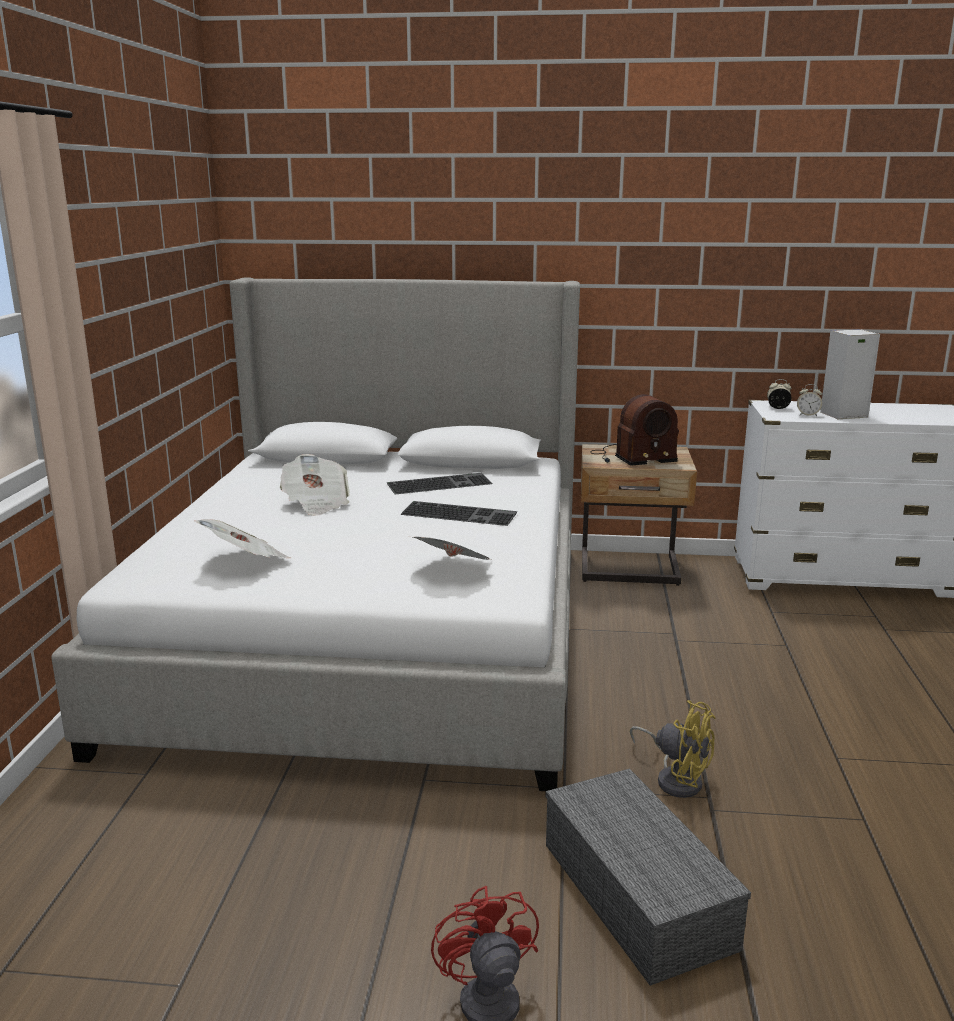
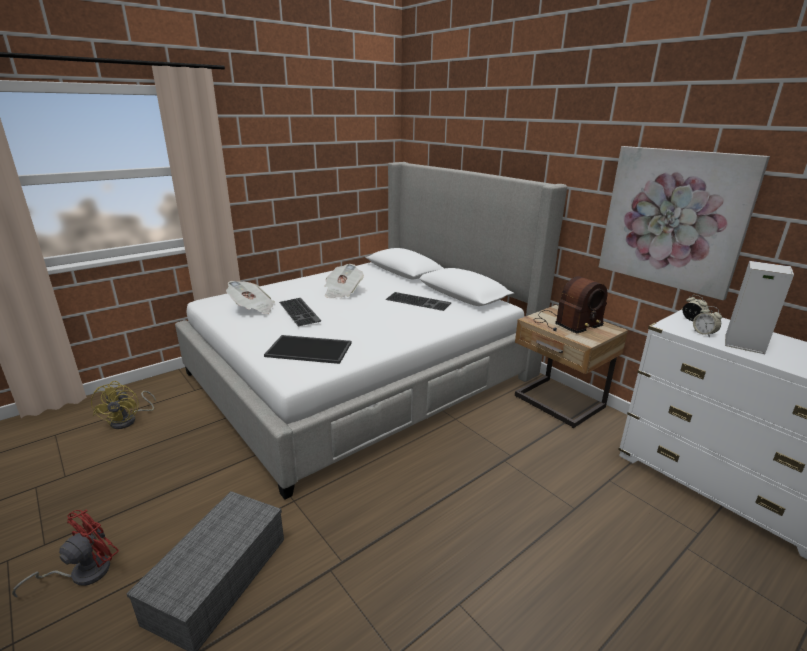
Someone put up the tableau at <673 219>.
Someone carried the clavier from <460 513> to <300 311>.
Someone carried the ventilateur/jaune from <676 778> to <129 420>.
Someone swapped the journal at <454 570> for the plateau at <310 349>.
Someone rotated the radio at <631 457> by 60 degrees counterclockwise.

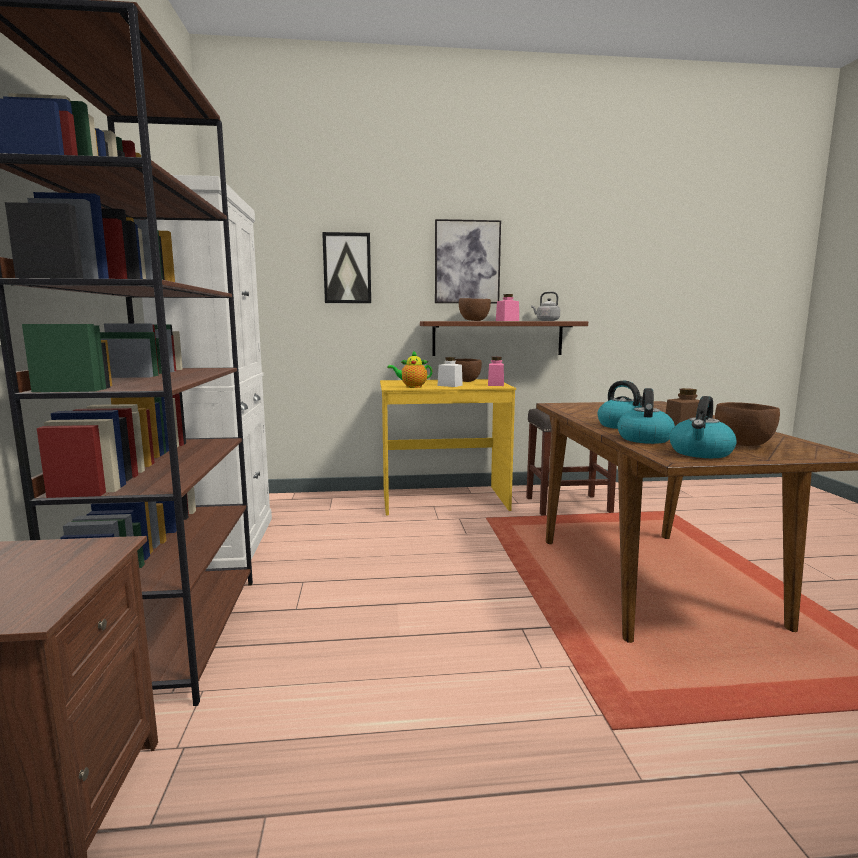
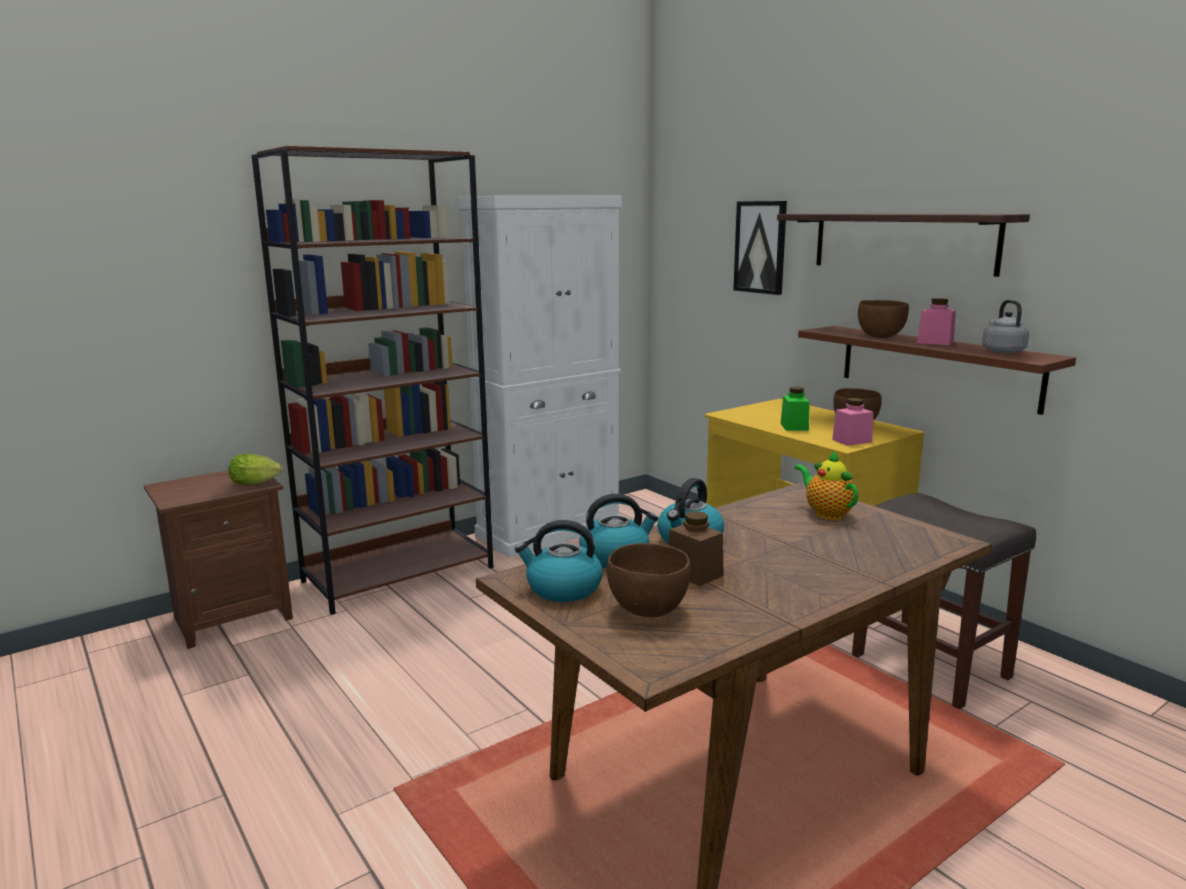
Someone put down the laitue at <258 483>.
Someone carried the théière from <412 387> to <826 513>.
Someone swapped the tableau at <467 262> for the étagère at <902 242>.
Someone repainted the bocal/blanc at <450 385>, which became the bocal/vert at <794 427>.

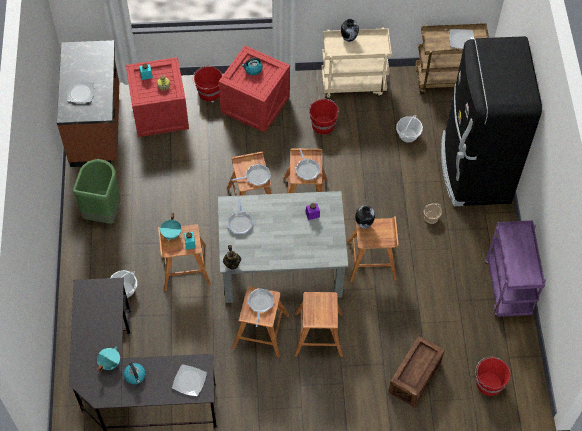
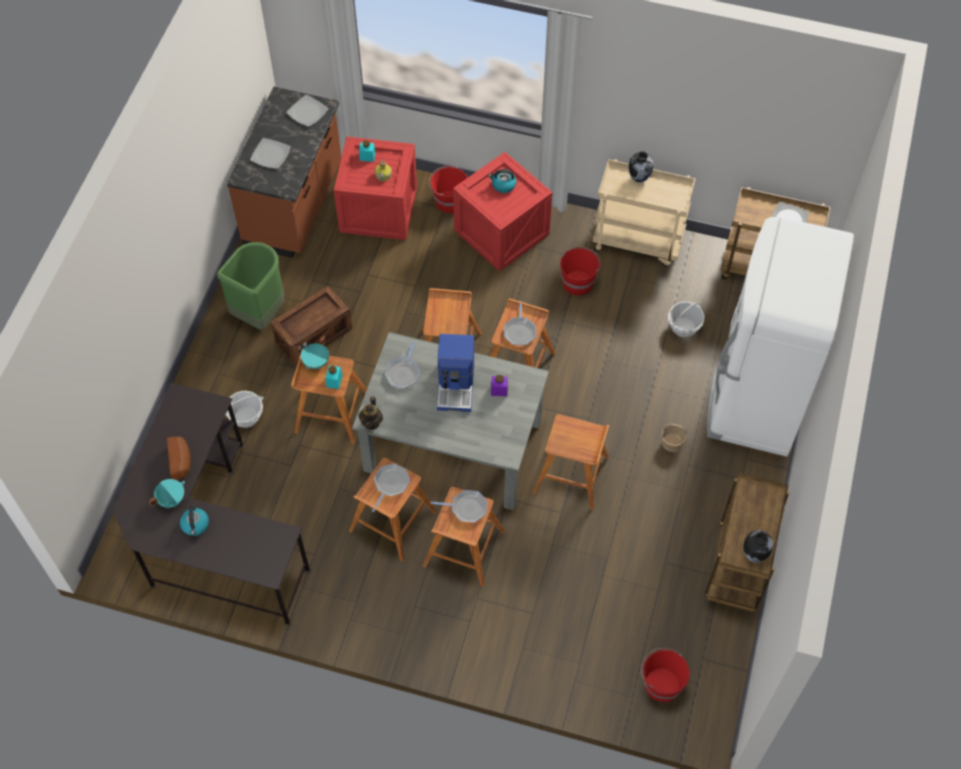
Someone put down the pain at <181 461>.
Someone put down the machine à café at <456 385>.
Someone carried the assiette from <190 381> to <308 112>.
Someone carried the poêle from <256 176> to <466 508>.
Someone carried the vase from <363 224> to <754 555>.
Someone carried the caisse from <414 377> to <313 335>.
Someone repainted the réfrigérateur/noir at <474 169>, which became the réfrigérateur/blanc at <755 397>.
Someone repainted the chariot/violet at <508 289>, which became the chariot/marron at <738 568>.

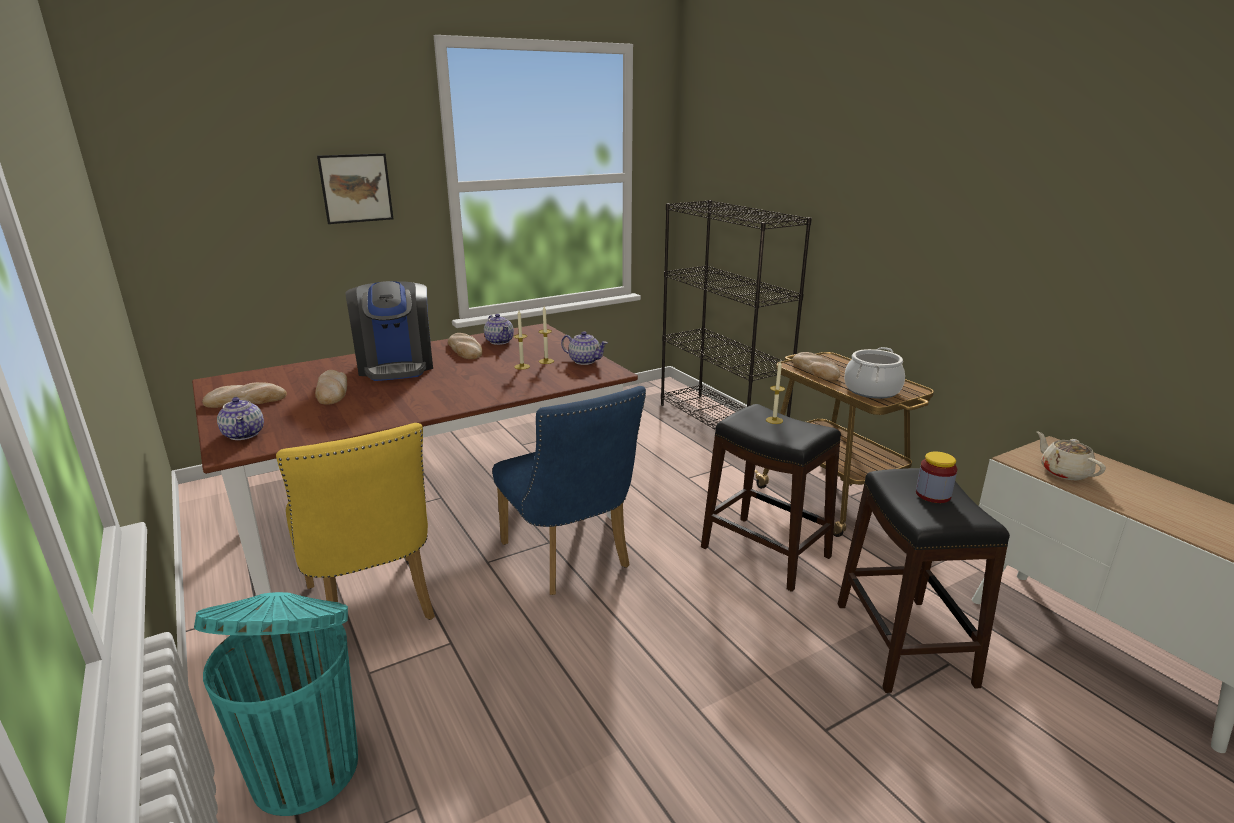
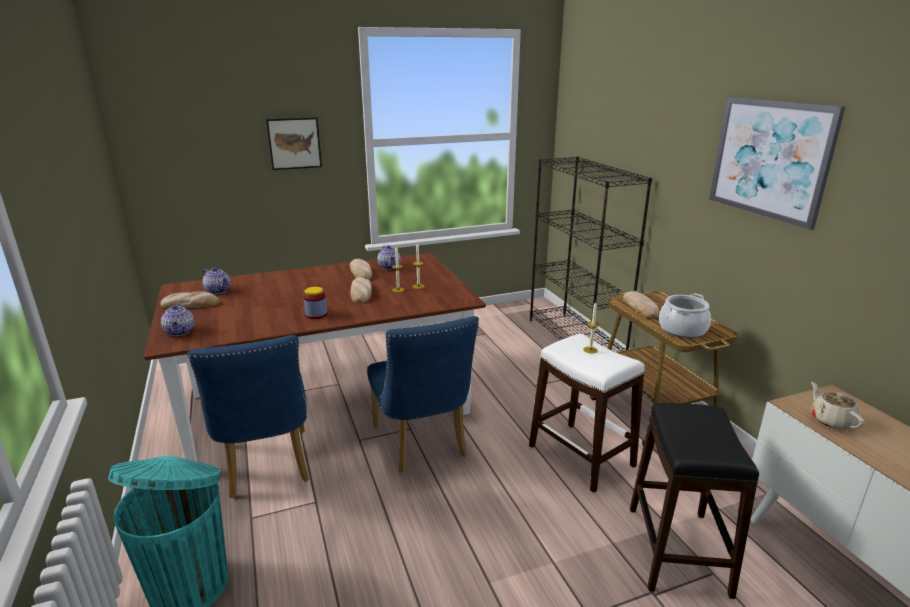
Someone took away the machine à café at <396 366>.
Someone put up the tableau at <770 159>.
Someone carried the pain from <332 391> to <361 293>.
Someone carried the théière from <584 361> to <218 290>.
Someone carried the bocal from <933 495> to <316 315>.
Someone repainted the chaise/jaune at <373 609>, which became the chaise/bleu at <267 468>.
Someone repainted the tabouret/noir at <765 551>, which became the tabouret/blanc at <581 455>.

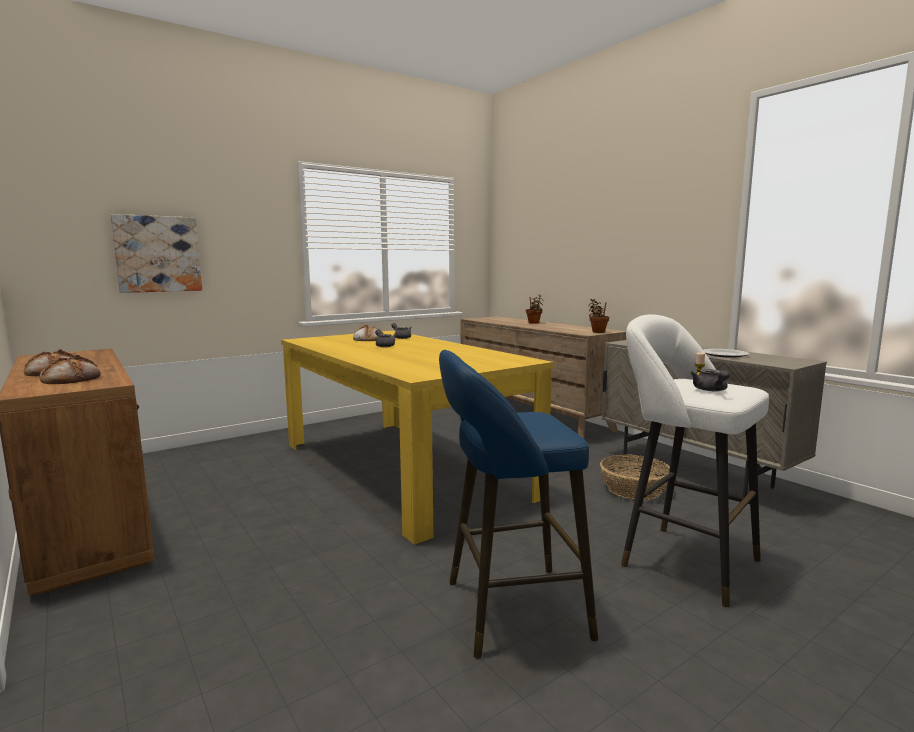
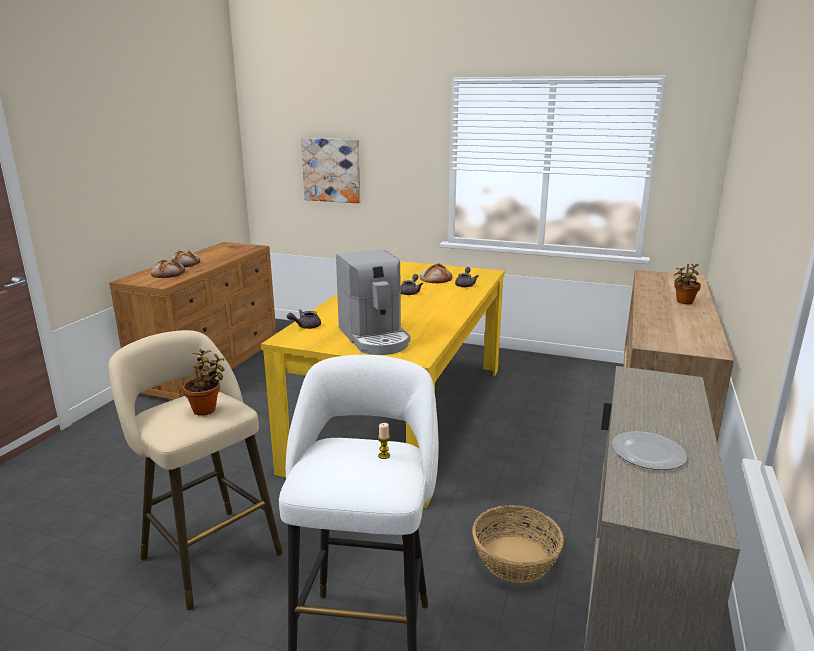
Someone put down the machine à café at <375 338>.
Someone carried the plante en pot from <597 332> to <207 409>.
Someone carried the théière/gris from <711 390> to <305 326>.
Someone repainted the tabouret/bleu at <508 610>, which became the tabouret/beige at <207 552>.

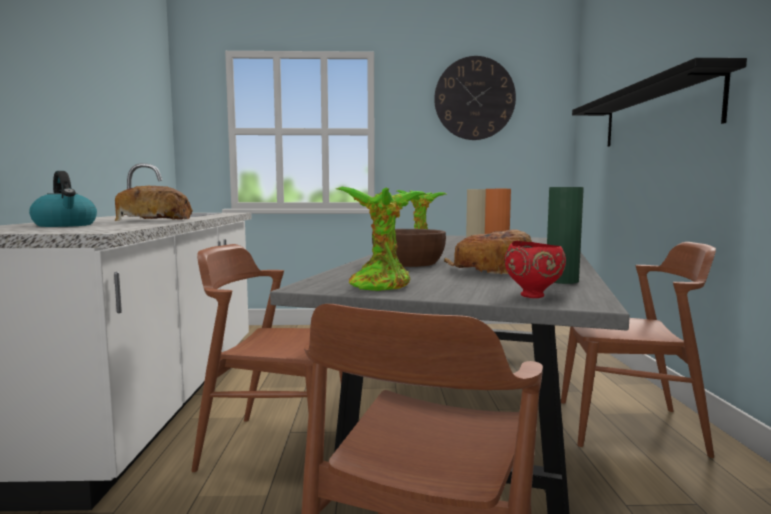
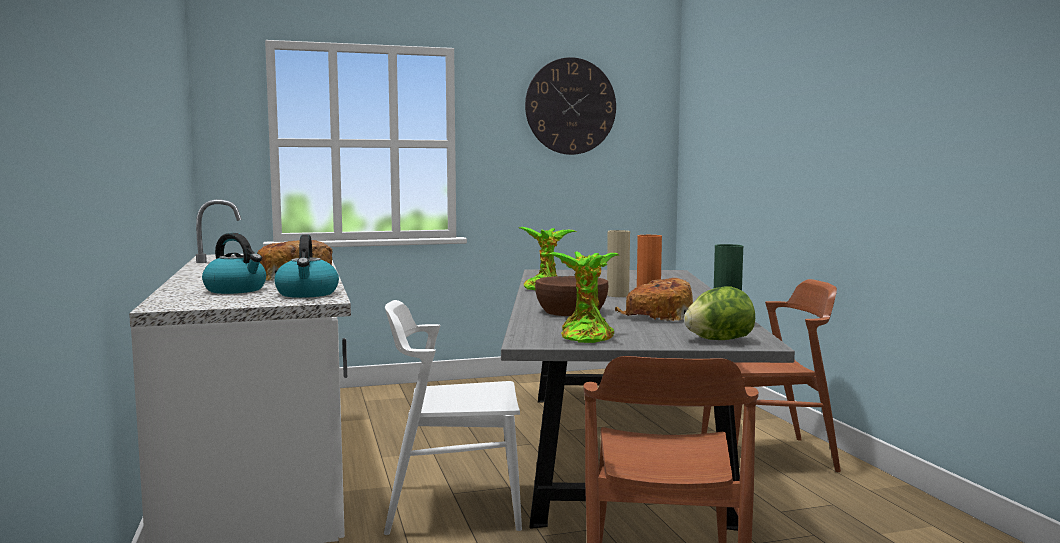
Someone took away the étagère/noir at <657 113>.
Someone put down the bouilloire at <307 294>.
Someone swapped the bol/rouge at <534 296> for the laitue at <719 340>.
Someone repainted the chaise/marron at <278 448>, which became the chaise/blanc at <453 507>.

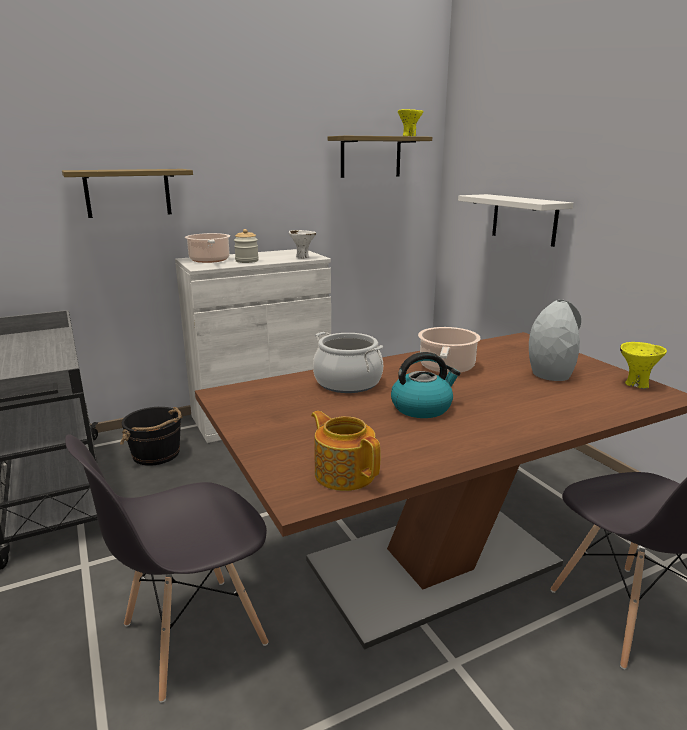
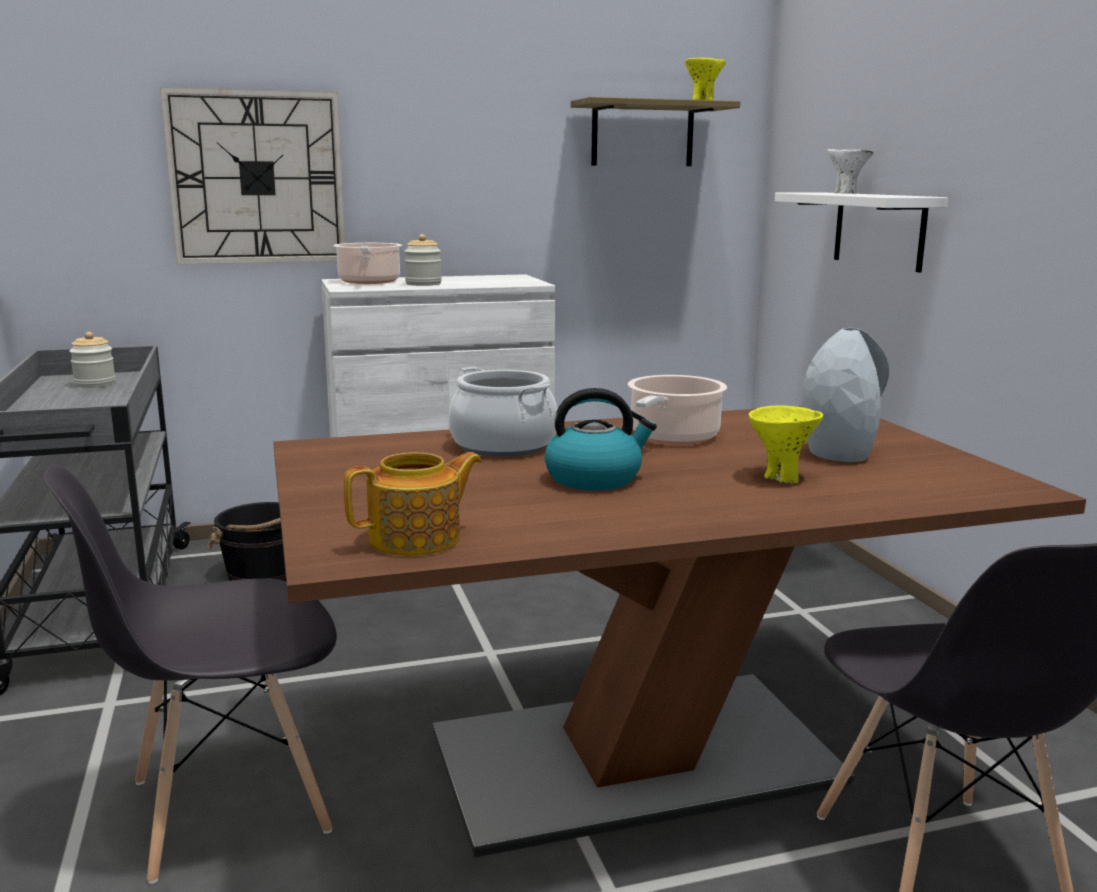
Someone put down the bocal at <95 384>.
Someone carried the bol/blanc from <302 257> to <846 193>.
Someone carried the bol/jaune from <636 384> to <781 478>.
Someone swapped the étagère at <128 193> for the horloge murale at <257 178>.
Someone rotated the théière at <344 473> by 90 degrees clockwise.

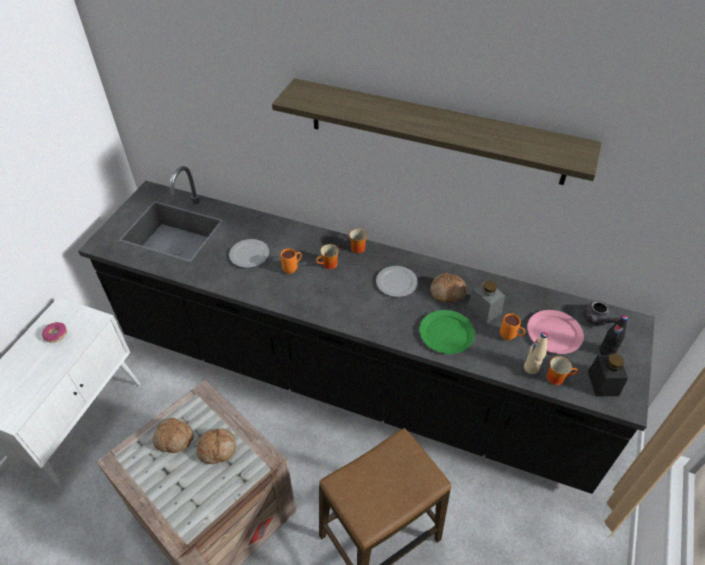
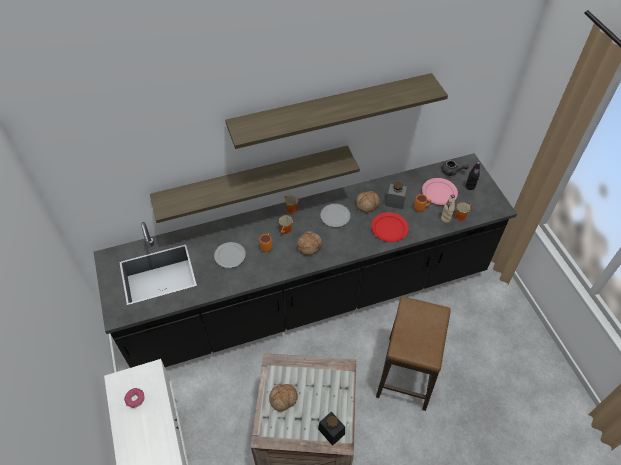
Someone put up the étagère at <253 180>.
Someone carried the pain from <217 448> to <309 245>.
Someone carried the bocal/noir from <603 383> to <331 431>.
Someone repainted the assiette/vert at <446 334>, which became the assiette/rouge at <389 228>.

